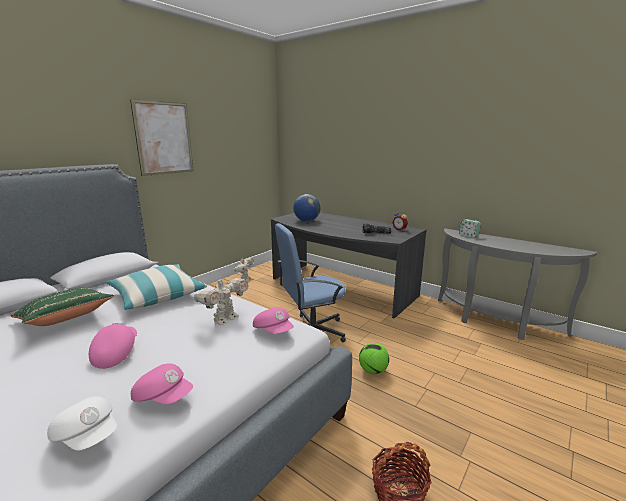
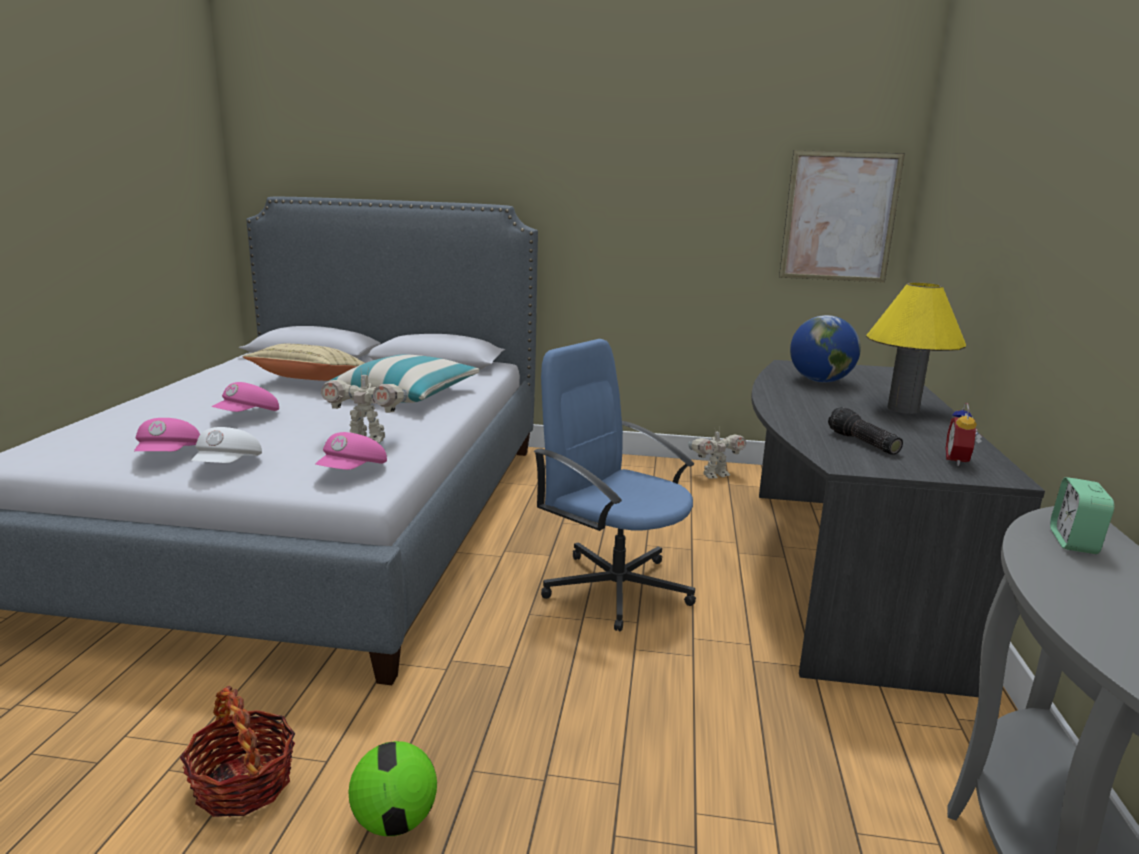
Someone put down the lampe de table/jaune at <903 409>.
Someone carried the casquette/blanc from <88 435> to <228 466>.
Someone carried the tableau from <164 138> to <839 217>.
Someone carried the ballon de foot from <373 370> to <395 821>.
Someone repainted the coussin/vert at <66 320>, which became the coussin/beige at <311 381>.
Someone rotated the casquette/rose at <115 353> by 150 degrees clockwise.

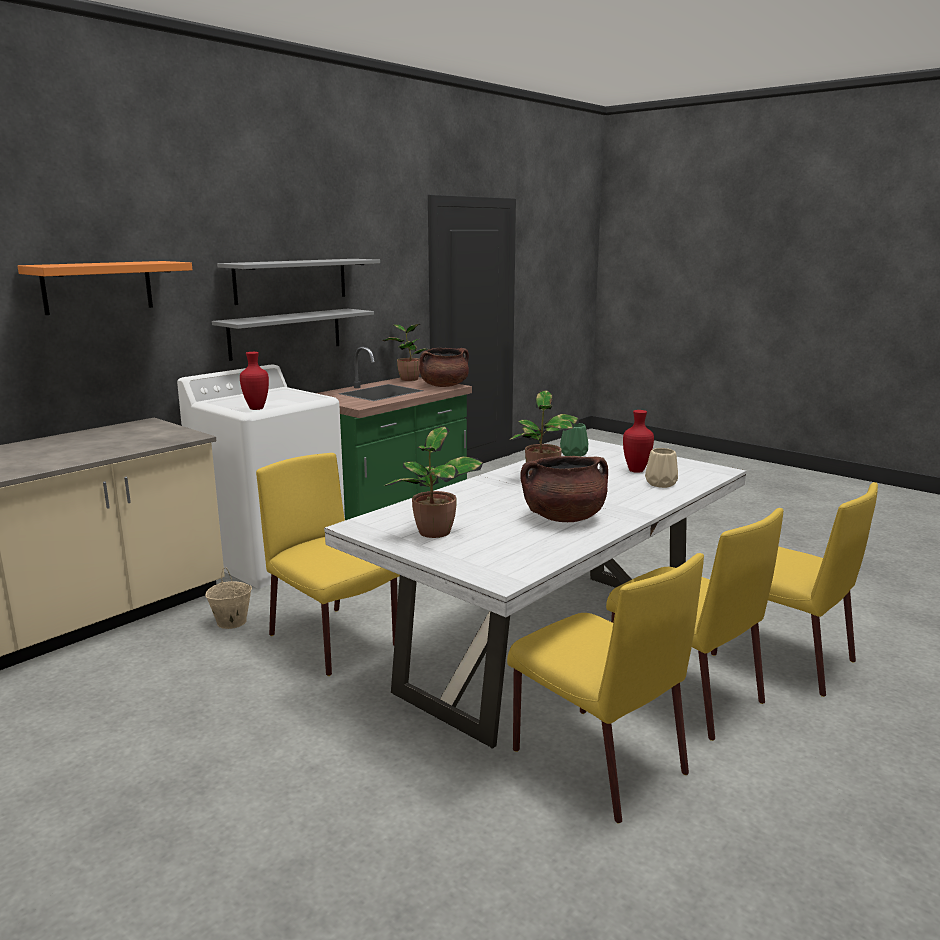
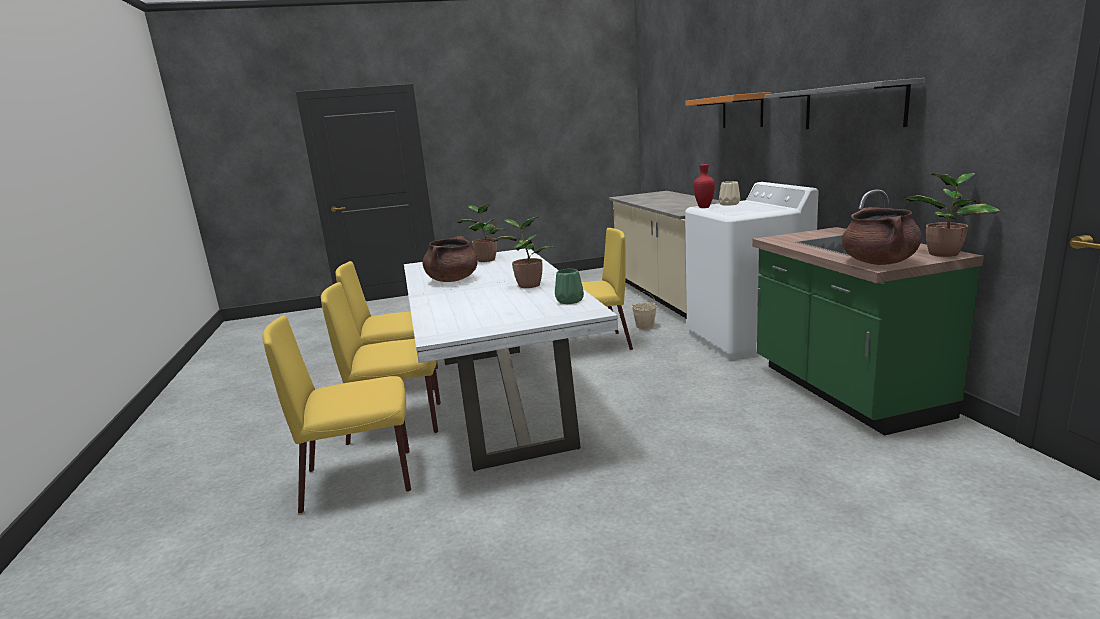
Someone took away the étagère/gris at <285 333>.
Someone took away the vase/rouge at <635 471>.
Someone carried the vase/beige from <661 484> to <728 204>.

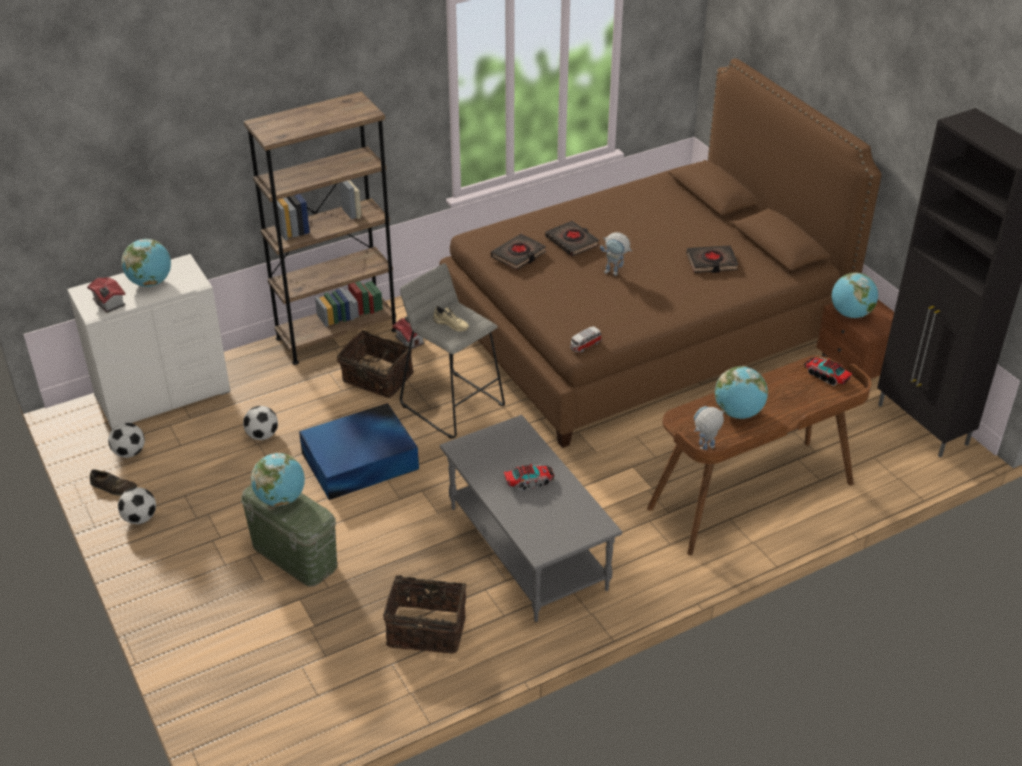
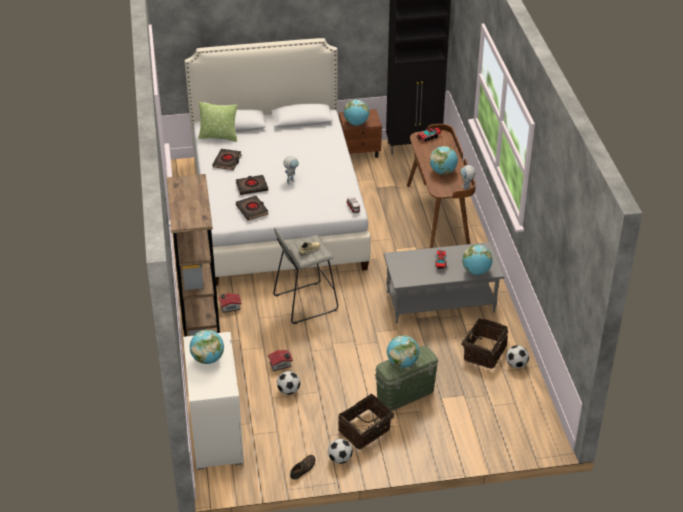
Someone took away the boîte de rangement/bleu at <361 461>.
Someone put down the coussin at <219 137>.
Someone put down the globe at <476 271>.
Someone carried the maison miniature from <108 303> to <281 365>.
Someone carried the ballon de foot from <129 453> to <516 365>.
Someone carried the panier from <376 379> to <365 431>.
Someone carried the livre/noir from <711 262> to <227 161>.
Someone repainted the lit/marron at <642 326>, which became the lit/blanc at <277 211>.

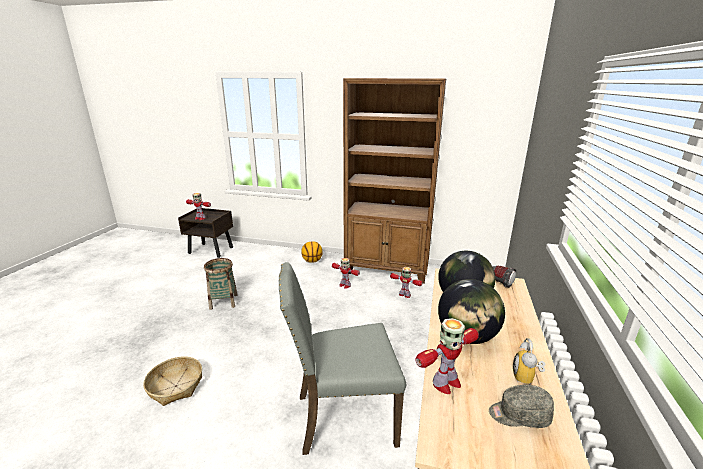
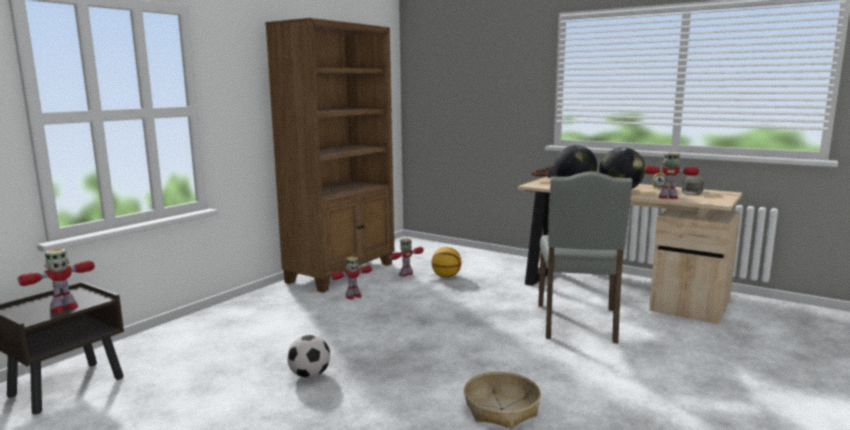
Someone carried the ballon de basket from <312 261> to <446 276>.
Someone swapped the panier at <223 301> for the ballon de foot at <309 375>.
Someone rotated the robot jouet at <445 383> by 60 degrees counterclockwise.

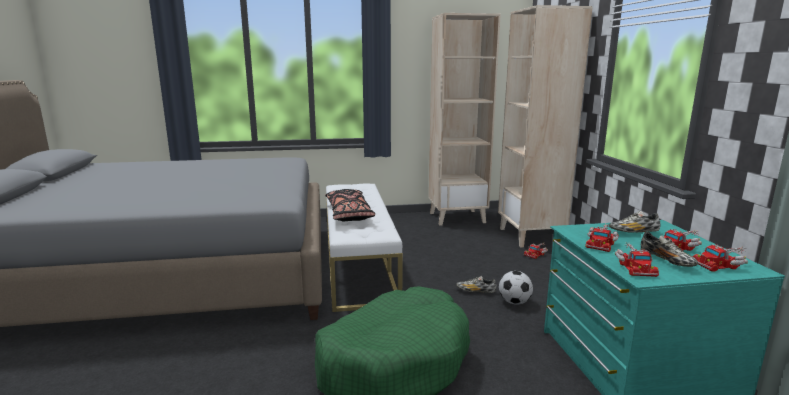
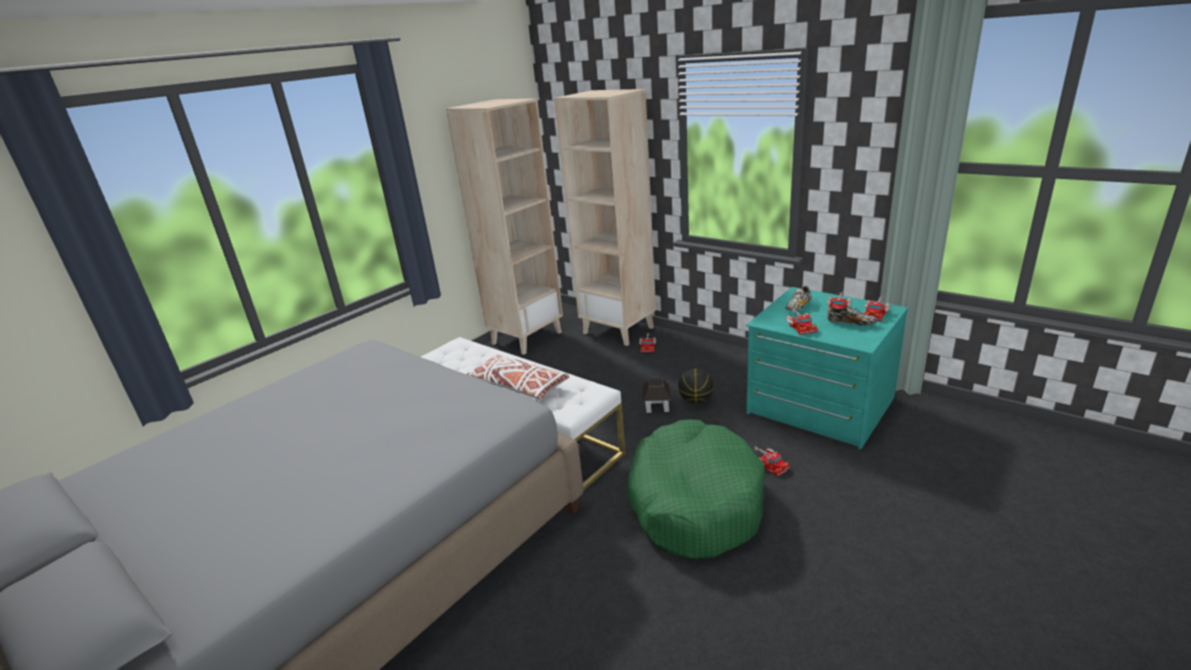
Someone carried the camion jouet from <634 266> to <768 464>.
Someone swapped the chaussure at <476 291> for the maison miniature at <657 406>.
Someone swapped the ballon de foot at <514 302> for the ballon de basket at <696 400>.
Someone repainted the coussin/noir at <349 214>, which became the coussin/blanc at <519 386>.

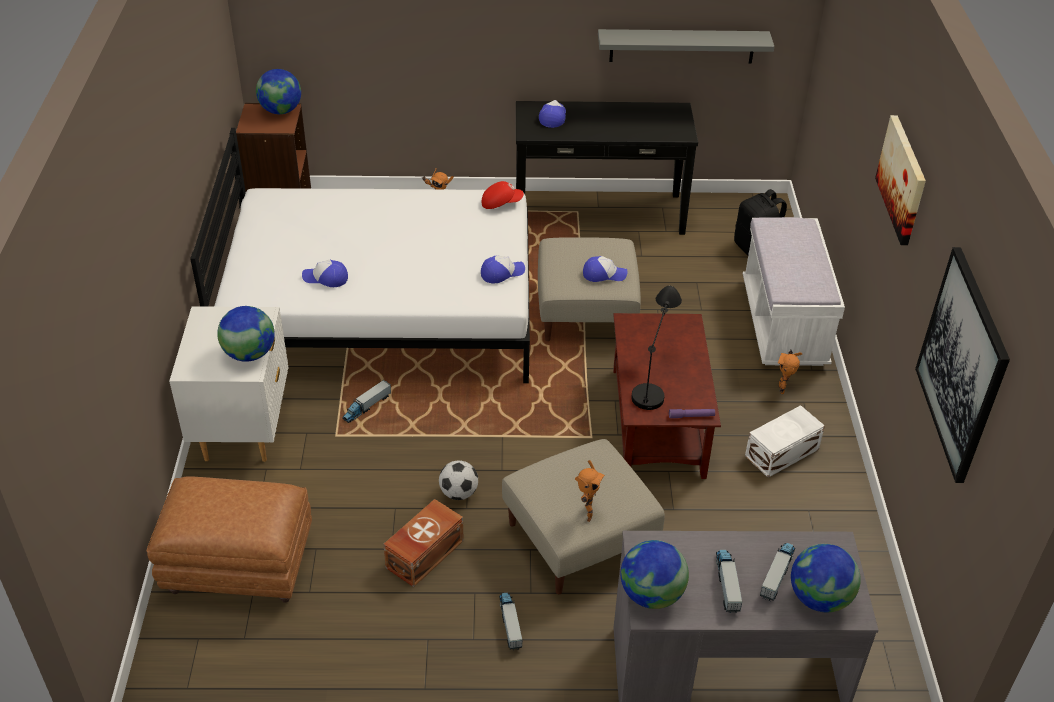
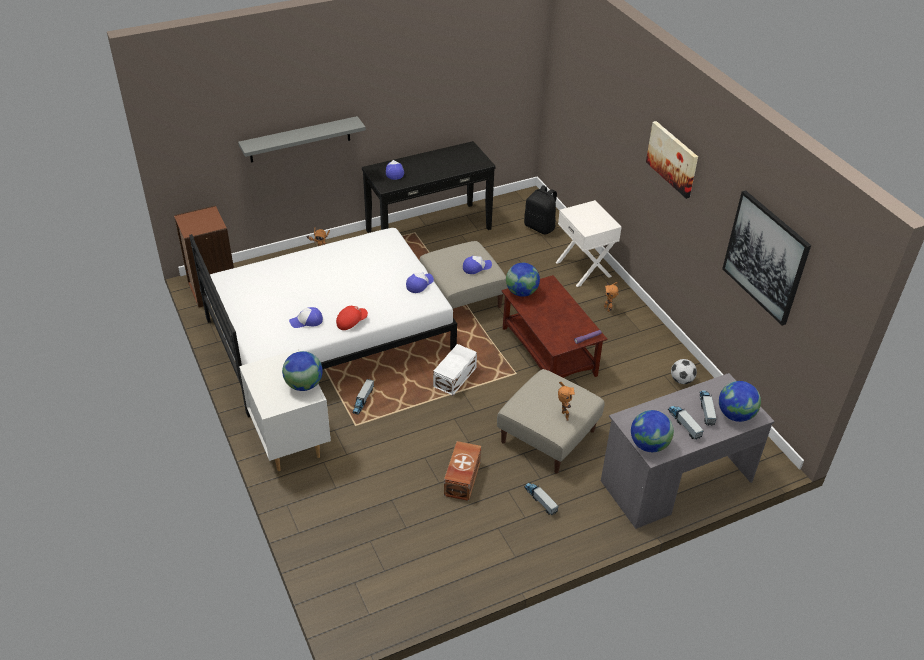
Someone took away the pouf/marron at <238 567>.
Someone took away the lampe de table/noir at <653 379>.
Someone carried the globe from <281 111> to <521 292>.
Someone carried the ballon de foot from <459 493> to <681 380>.
Someone carried the casquette/rouge from <501 203> to <351 322>.
Someone carried the étagère/gris from <682 46> to <300 139>.
Someone carried the boîte de rangement/blanc from <783 453> to <455 377>.
Someone swapped the banc/blanc at <783 324> for the table de chevet/blanc at <584 269>.

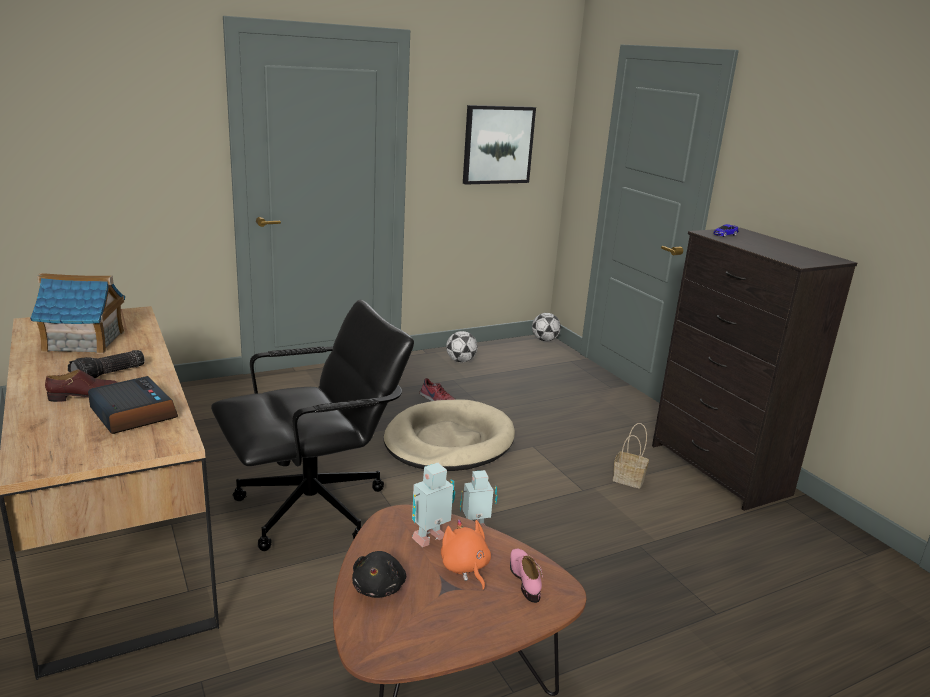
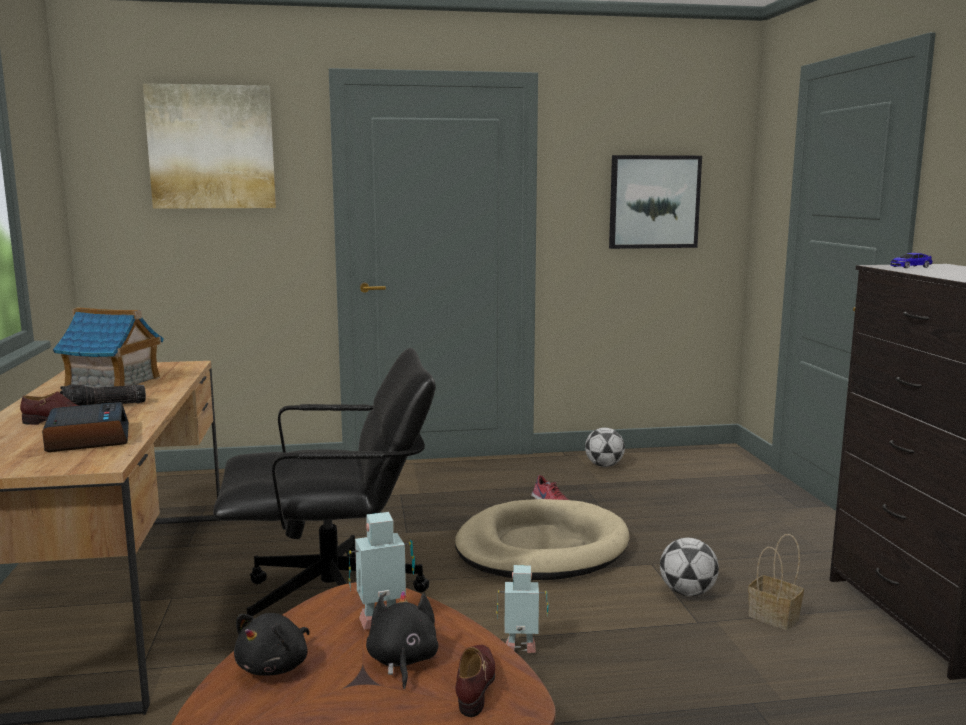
Someone put up the tableau at <211 147>.
Someone carried the ballon de foot from <544 340> to <687 593>.
Someone repainted the peluche/orange at <465 568>, which became the peluche/noir at <402 661>.
Someone repainted the chaussure/rose at <525 578>, which became the chaussure/marron at <476 685>.

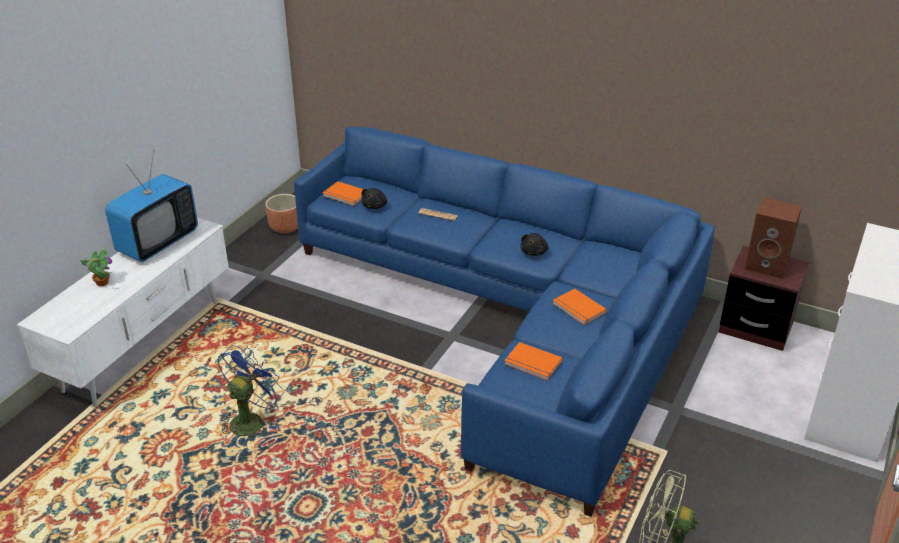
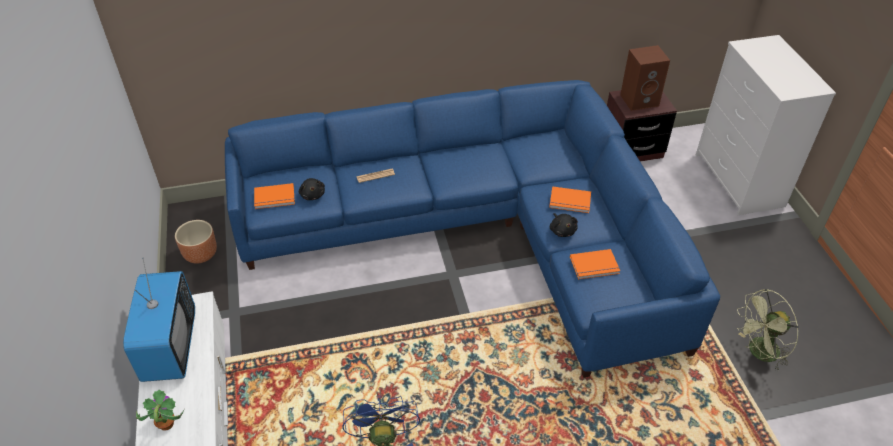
Someone carried the peluche/noir from <534 252> to <562 230>.

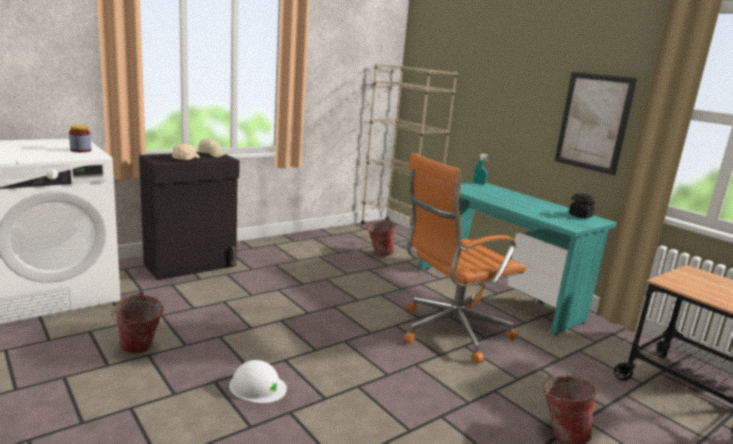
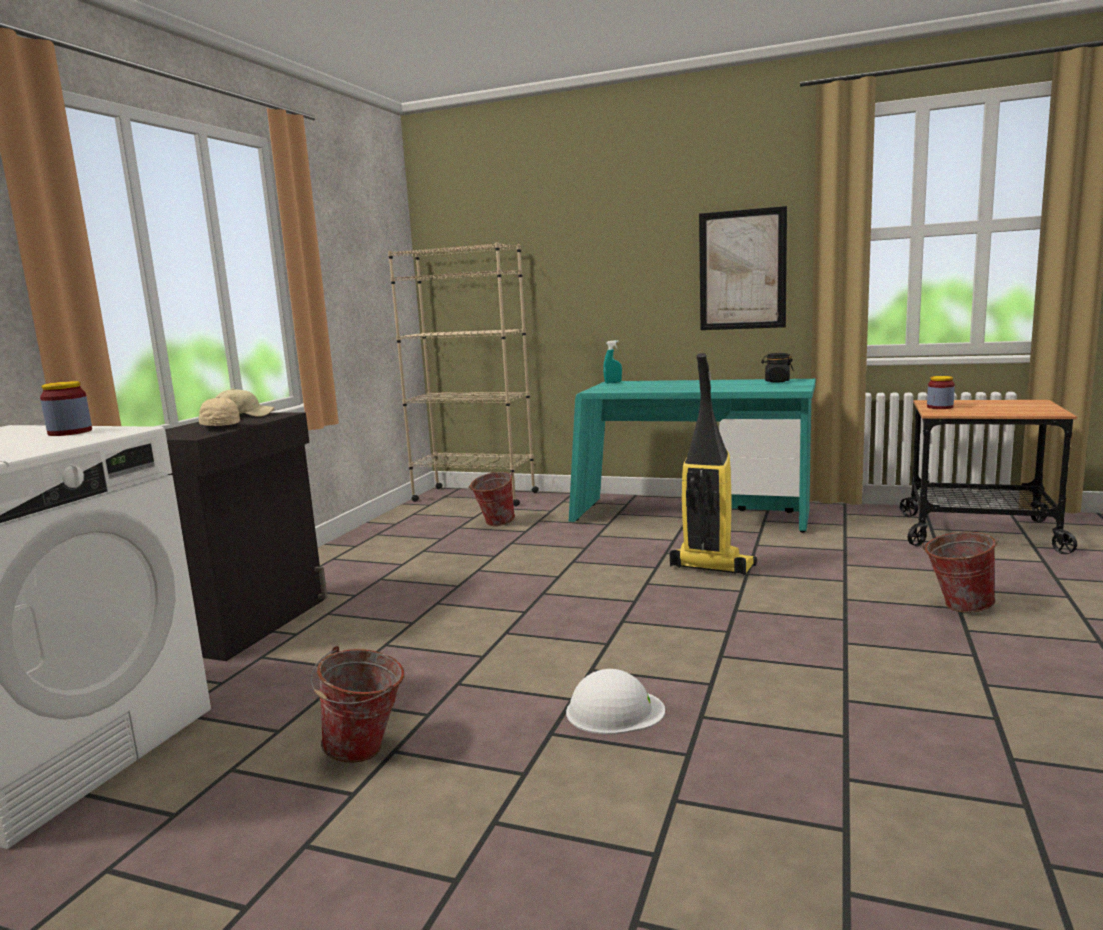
Someone put down the bocal at <940 407>.
Someone swapped the chaise de bureau/orange at <450 332> for the aspirateur at <711 567>.

